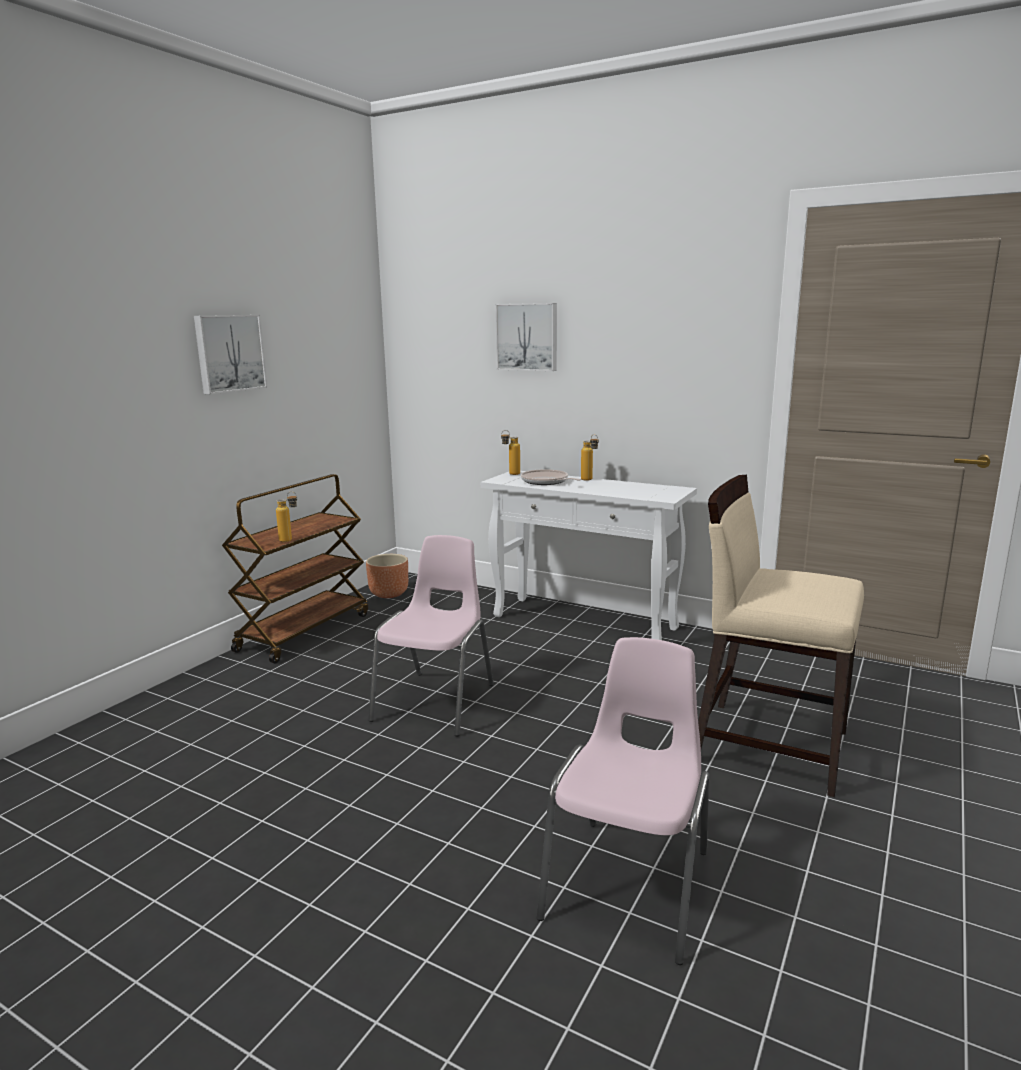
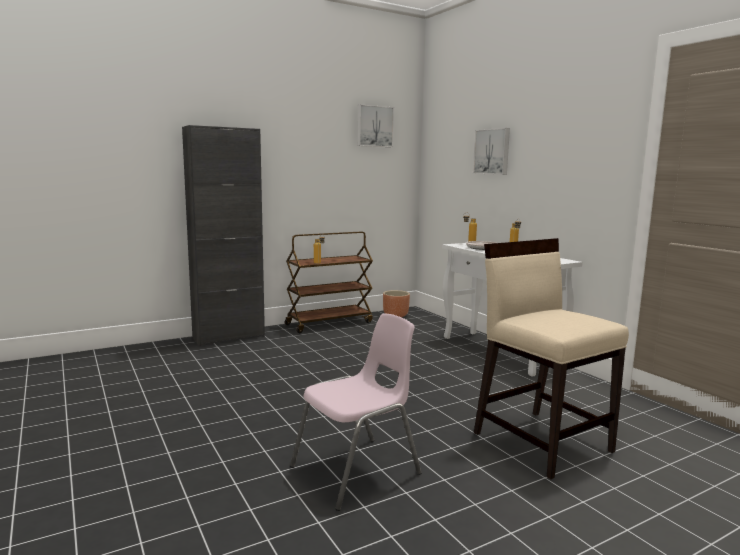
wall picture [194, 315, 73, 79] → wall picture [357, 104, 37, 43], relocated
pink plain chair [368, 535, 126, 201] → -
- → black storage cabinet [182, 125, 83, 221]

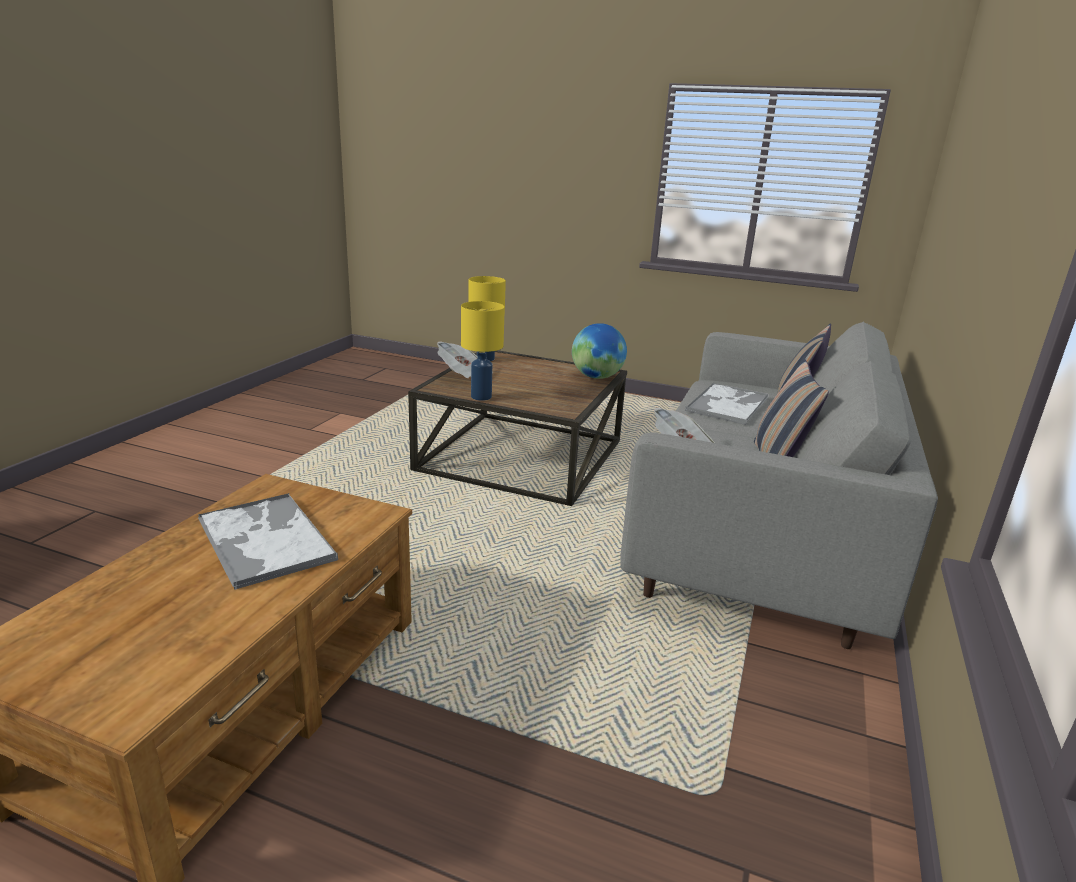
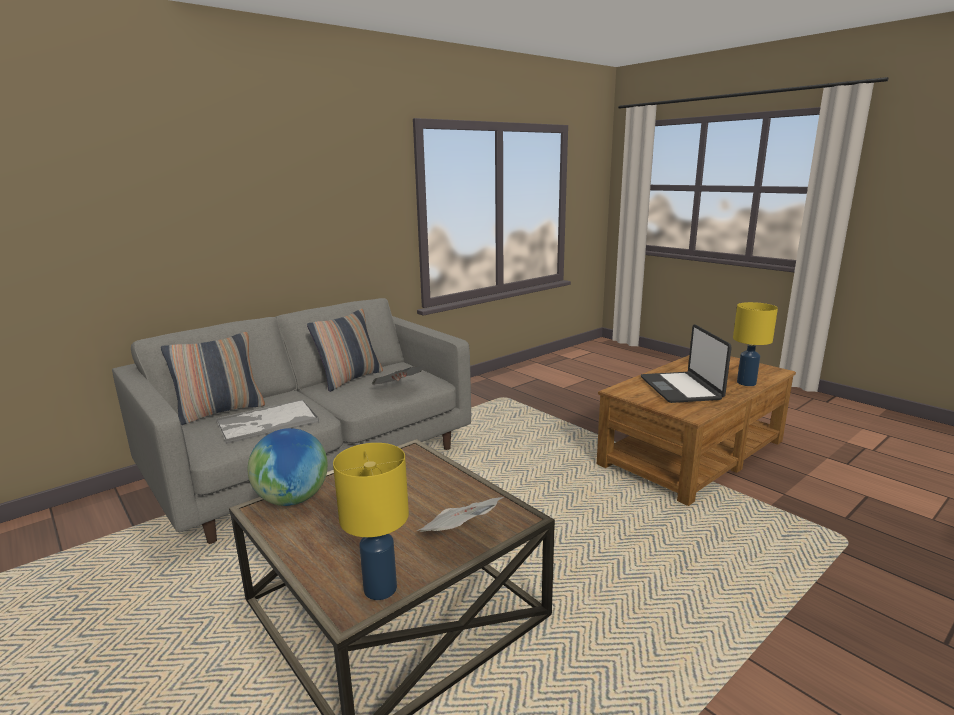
yellow tabletop lamp [461, 301, 44, 100] → yellow tabletop lamp [733, 302, 45, 84], relocated
tray [198, 493, 140, 97] → notebook computer [641, 324, 91, 79]

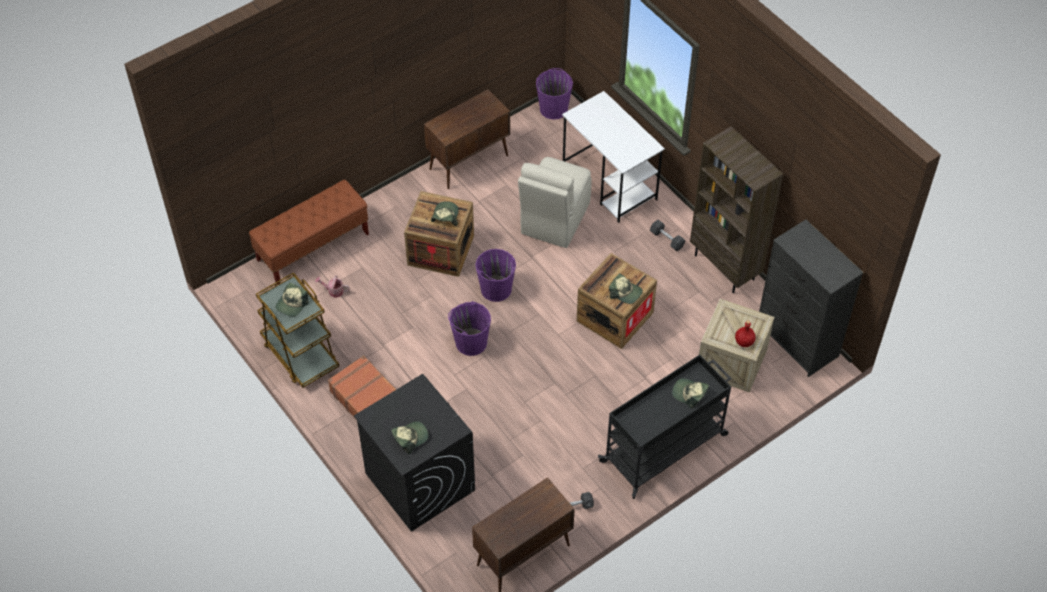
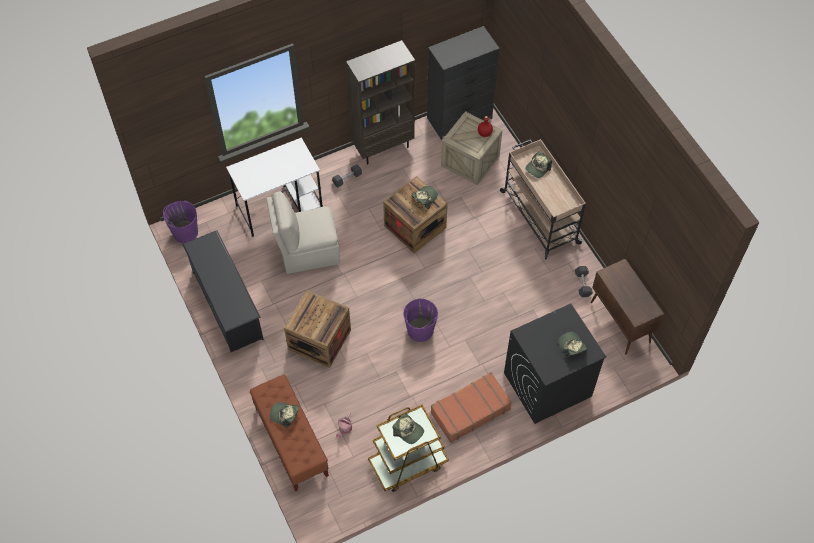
brown-coloured storage cabinet [424, 89, 86, 100] → black shoe rack [182, 230, 82, 122]
beige-coloured plain chair [518, 157, 74, 91] → beige-coloured plain chair [266, 191, 74, 83], 135 degrees clockwise
peaked cap [431, 201, 28, 25] → peaked cap [270, 402, 29, 26], relocated
purple pail [475, 249, 41, 53] → -
black trolley [598, 355, 133, 144] → beige-coloured trolley [500, 139, 86, 120]

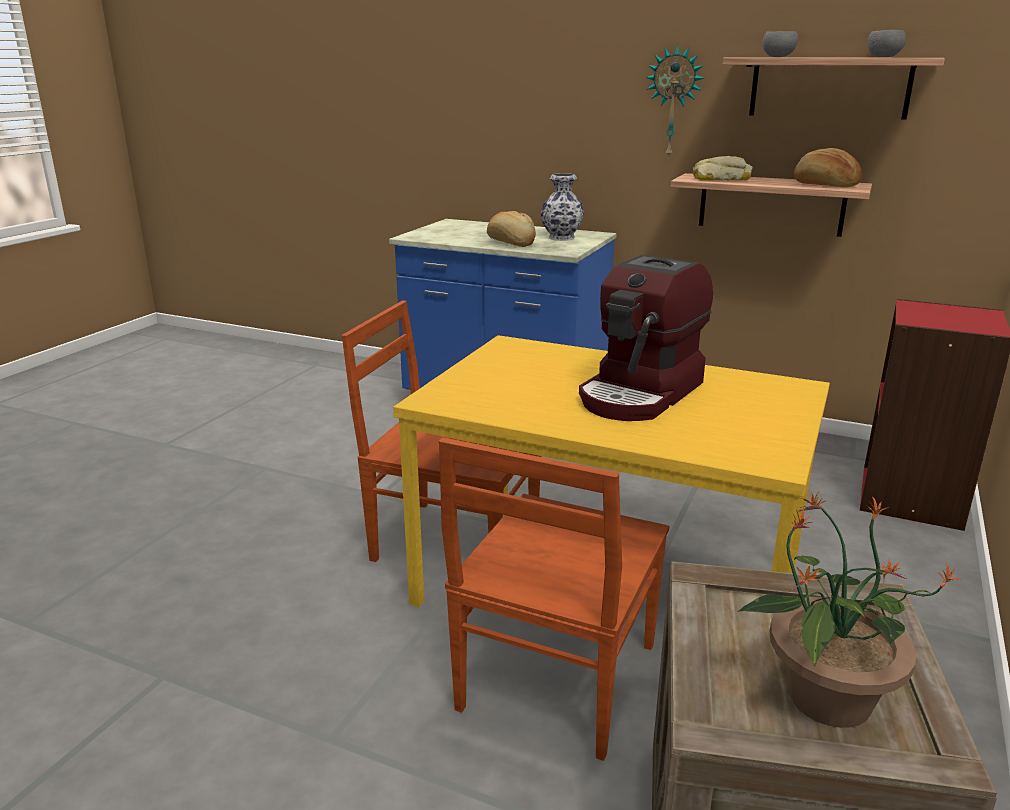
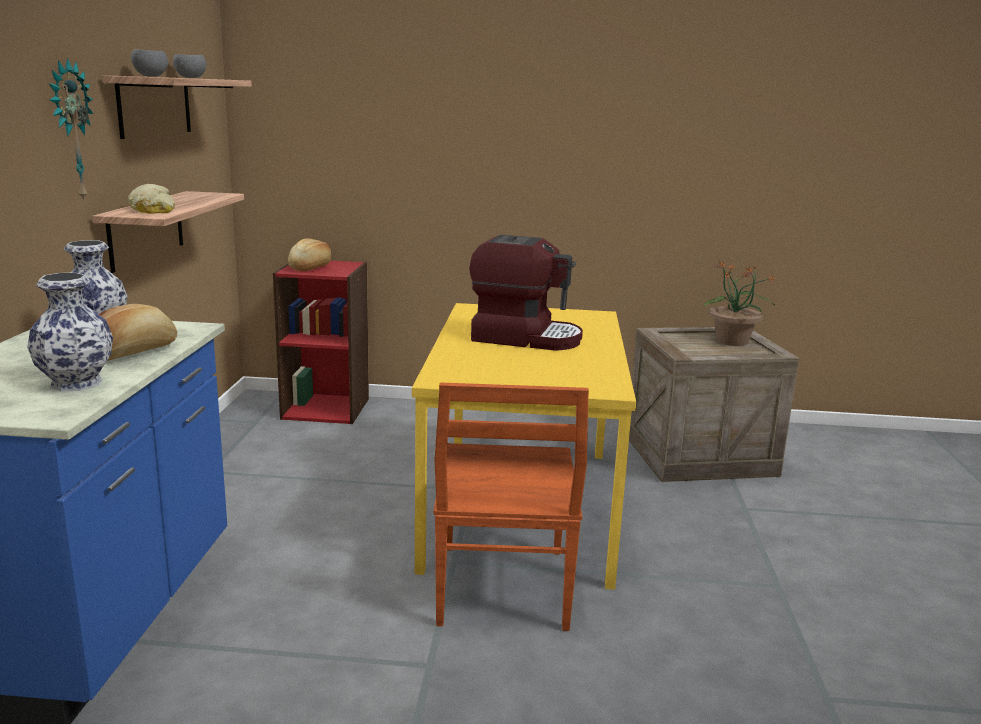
bread [794, 148, 68, 39] → bread [288, 238, 43, 33], relocated
brown-coloured plain chair [439, 438, 231, 323] → -
- → decorative vase [27, 273, 86, 119]

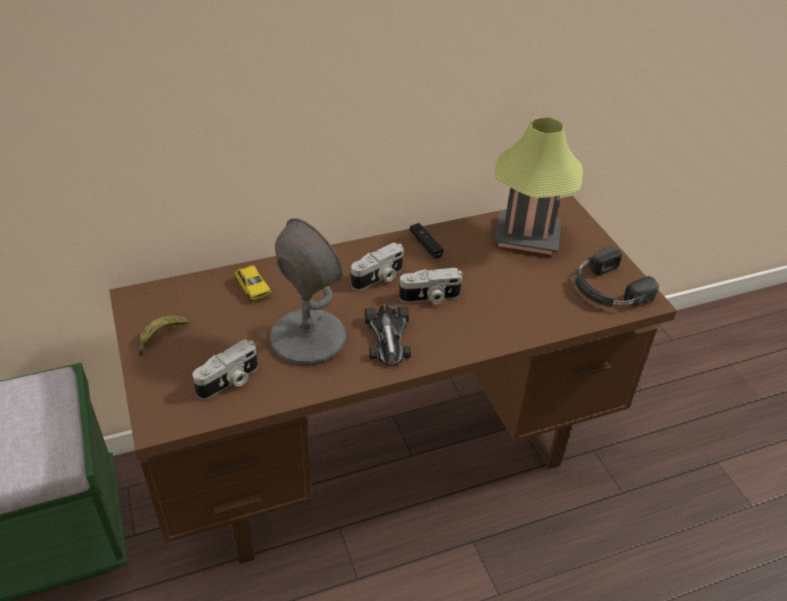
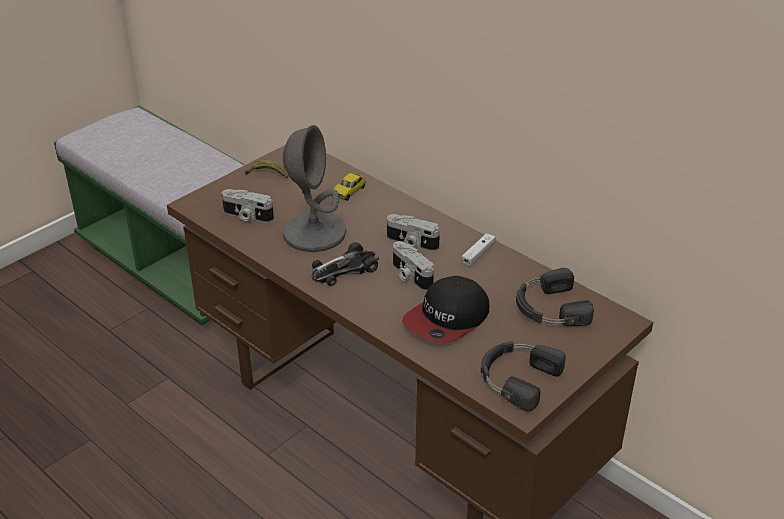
tabletop lamp [494, 117, 89, 138] → black pair of headphones [516, 268, 78, 58]
black game controller [410, 223, 33, 36] → white game controller [462, 233, 34, 33]
- → peaked cap [402, 276, 87, 67]

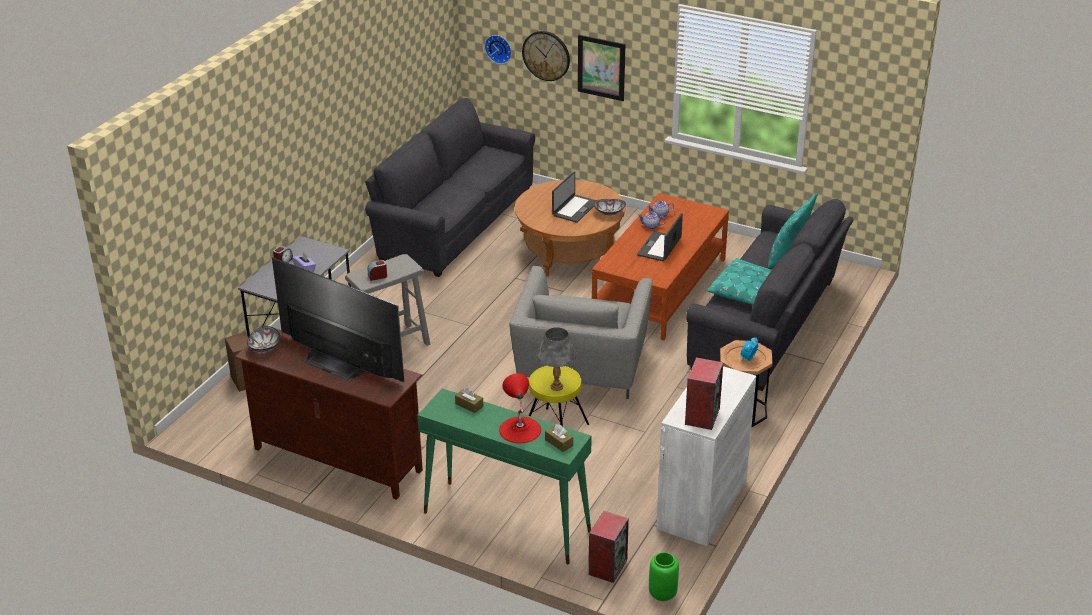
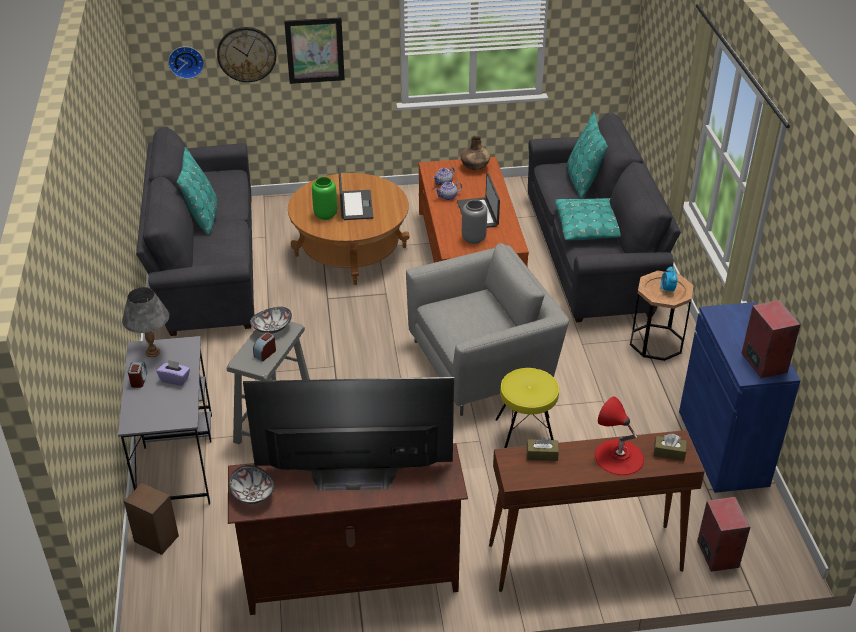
deep dish [593, 199, 33, 17] → deep dish [250, 307, 42, 27], relocated
gray armchair [509, 266, 143, 133] → gray armchair [406, 243, 163, 173], 90 degrees counterclockwise
gray tabletop lamp [536, 327, 41, 64] → gray tabletop lamp [122, 287, 47, 70], relocated
white storage cabinet [656, 366, 100, 180] → blue storage cabinet [679, 302, 122, 191]
green hall table [417, 388, 175, 176] → brown-coloured hall table [489, 430, 216, 162]
green decorative vase [649, 552, 30, 49] → green decorative vase [312, 177, 25, 43], relocated
- → brown-coloured decorative vase [460, 135, 30, 35]
- → turquoise-coloured pillow [177, 147, 40, 88]
- → gray decorative vase [462, 200, 25, 44]

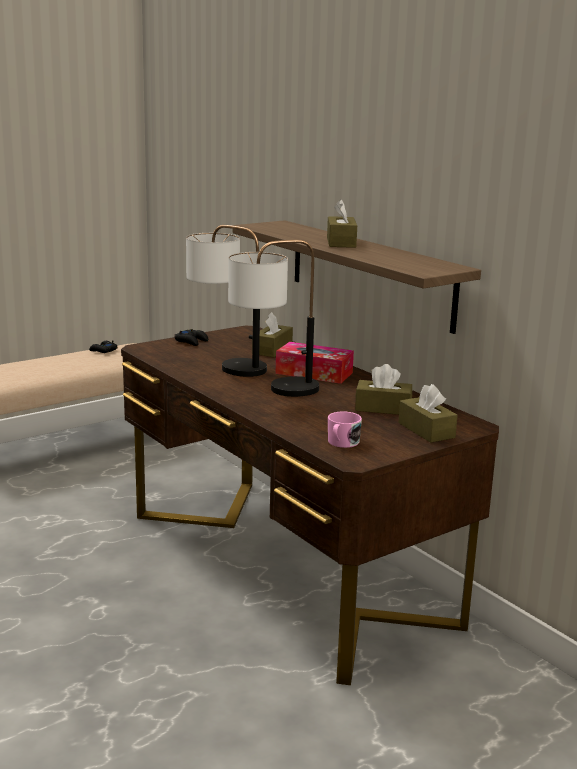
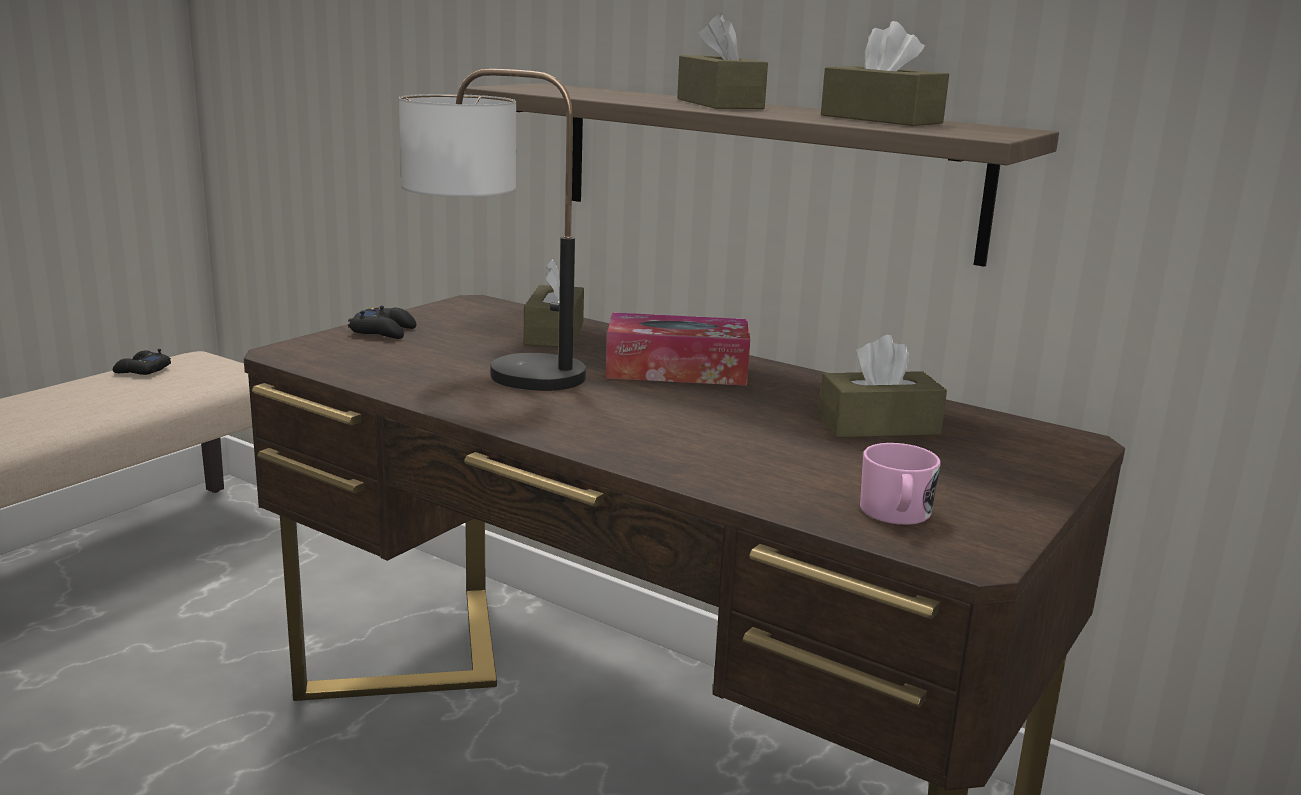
tabletop lamp [228, 240, 91, 157] → -
brown-coloured tissue holder [398, 384, 60, 59] → brown-coloured tissue holder [821, 21, 128, 105], relocated

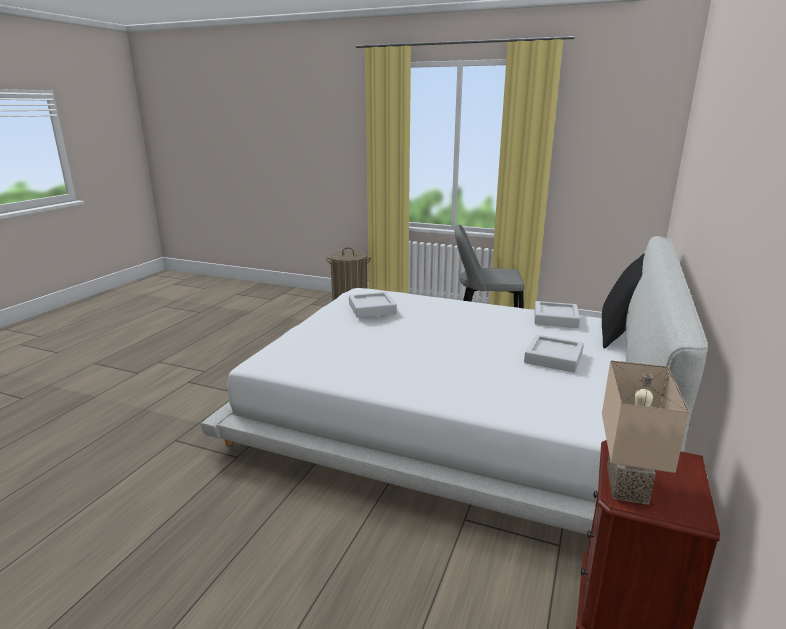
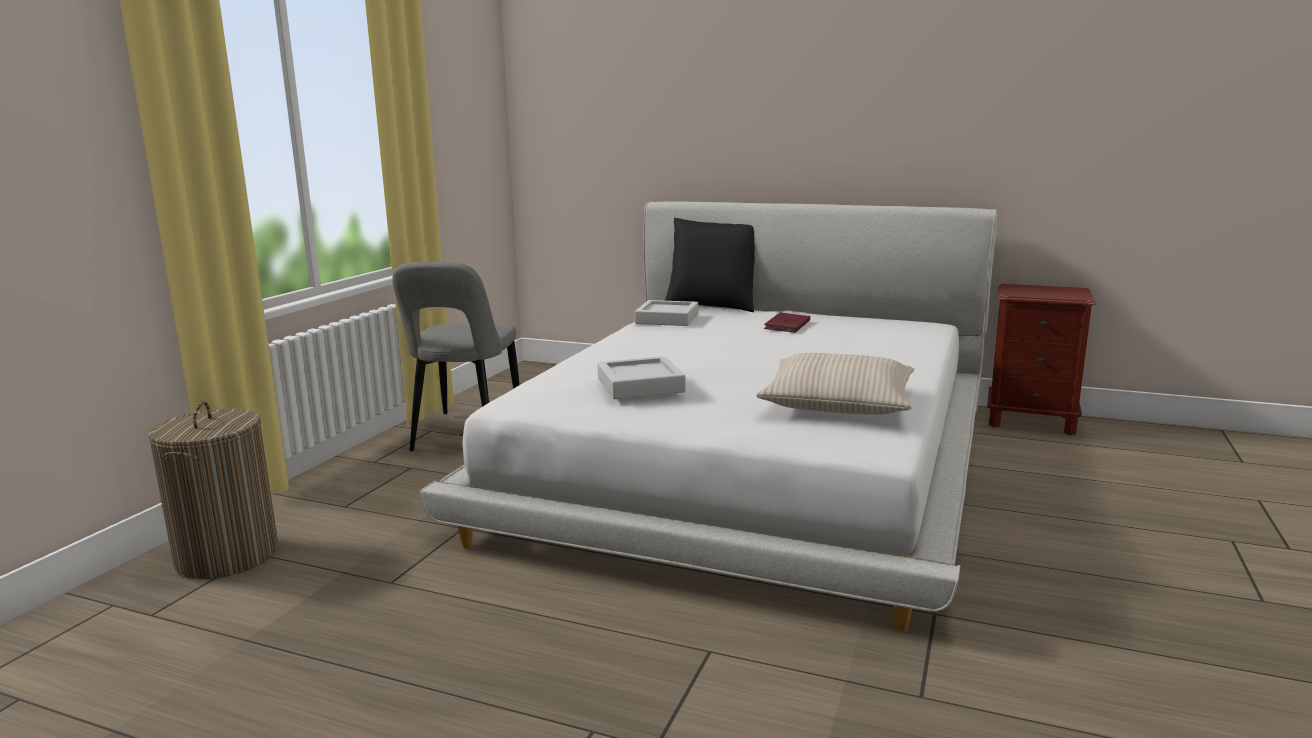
gray tray [524, 334, 60, 39] → red bound book [764, 312, 46, 21]
beige-coloured tabletop lamp [602, 360, 87, 145] → -
- → beige-coloured pillow [756, 353, 158, 62]

